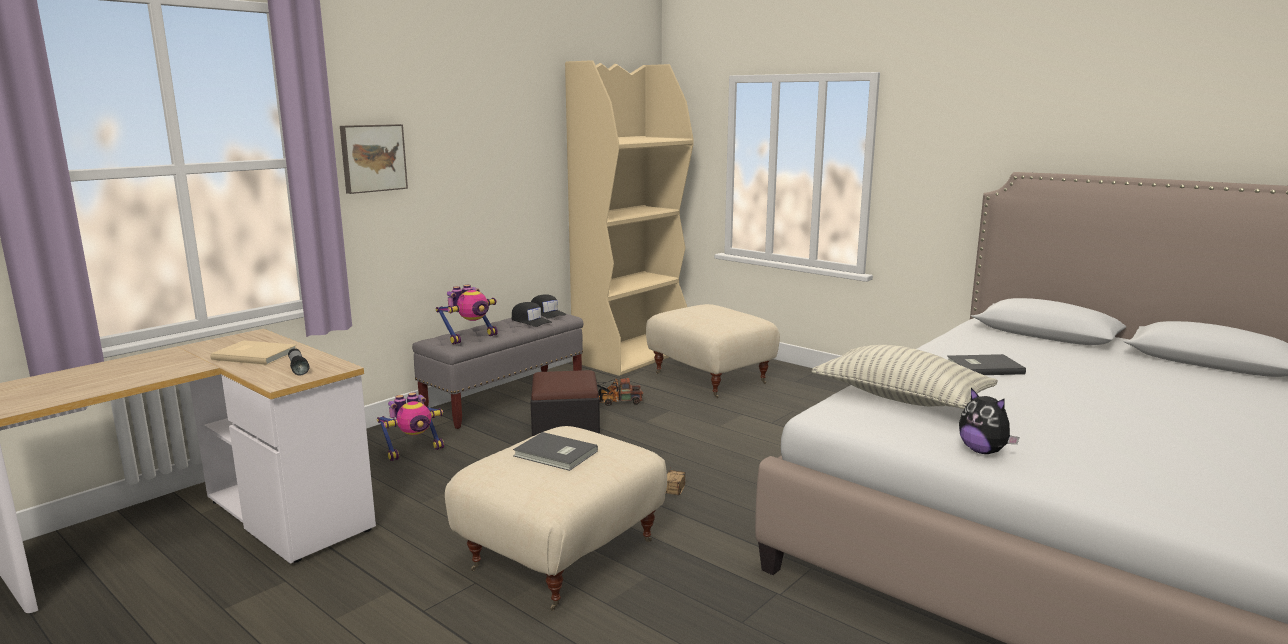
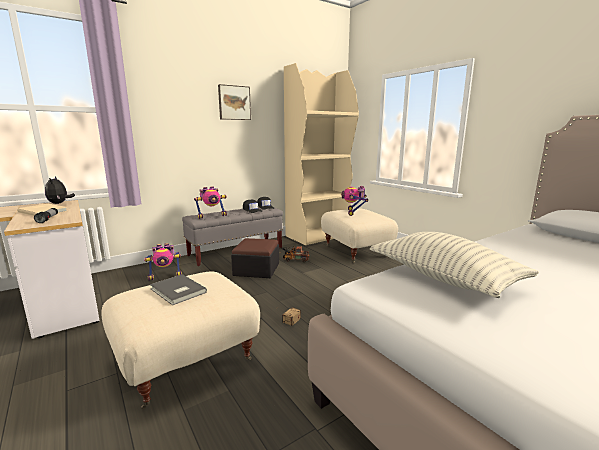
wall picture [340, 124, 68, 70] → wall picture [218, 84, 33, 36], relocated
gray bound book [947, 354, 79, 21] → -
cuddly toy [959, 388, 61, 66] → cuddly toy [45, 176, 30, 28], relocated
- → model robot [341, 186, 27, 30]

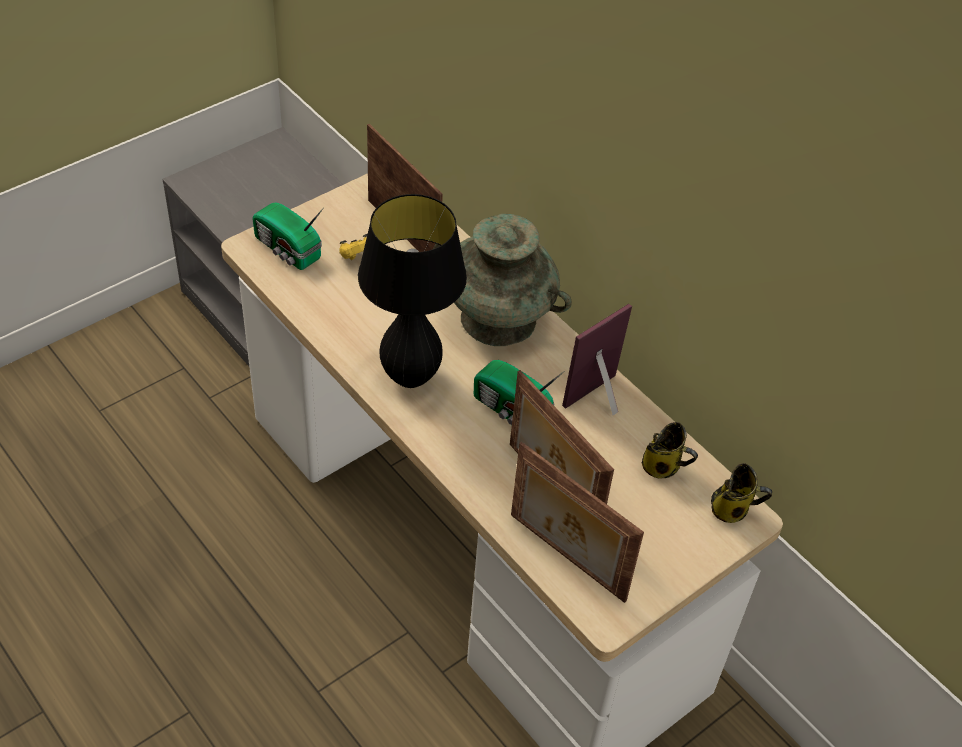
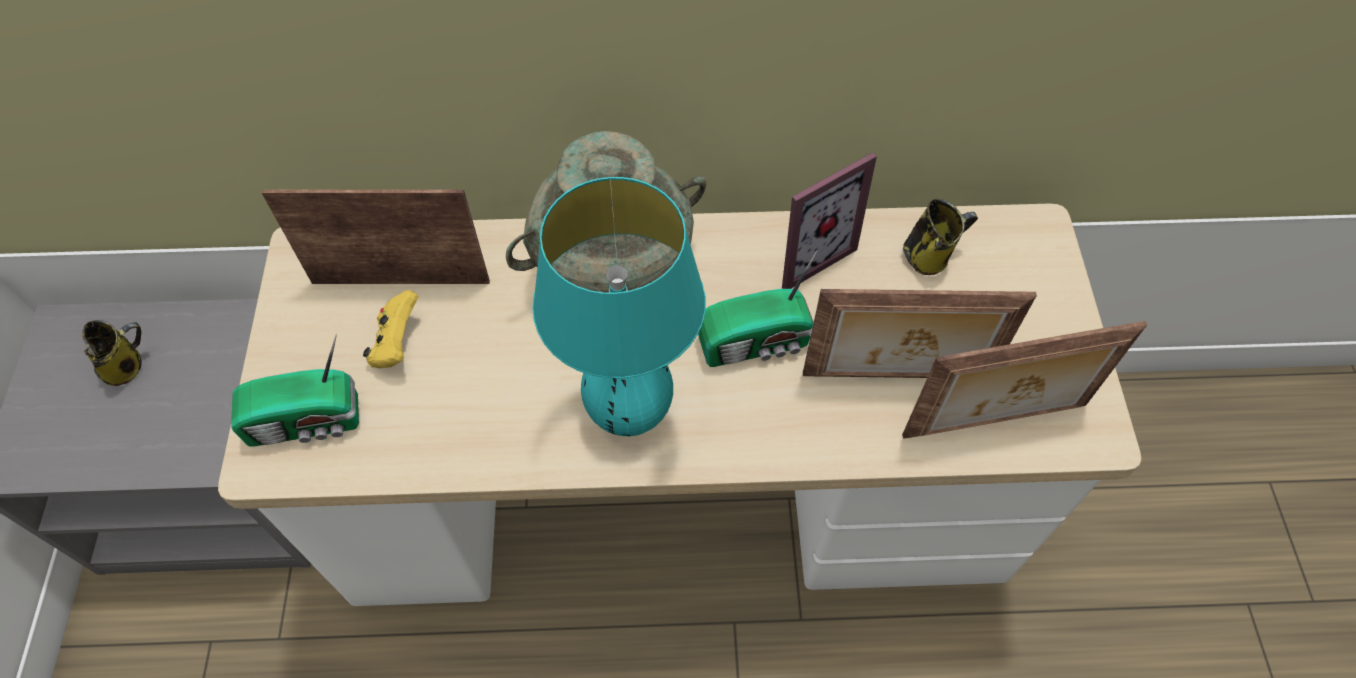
black tabletop lamp [358, 194, 109, 194] → turquoise-coloured tabletop lamp [532, 177, 174, 259]
picture frame [562, 304, 70, 111] → picture frame [782, 152, 95, 137], 120 degrees counterclockwise
coffee mug [711, 463, 61, 60] → coffee mug [82, 320, 60, 66], relocated

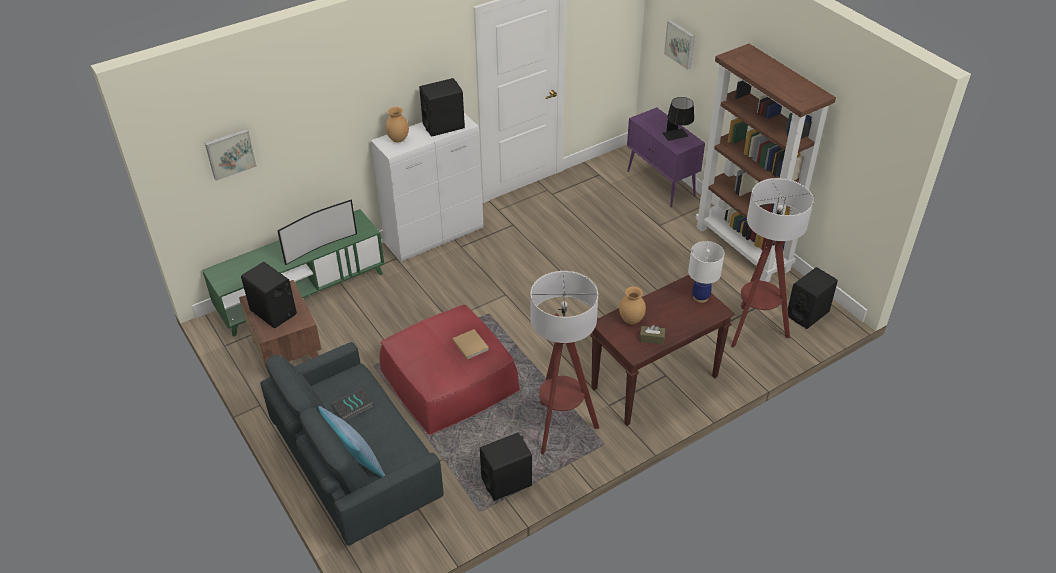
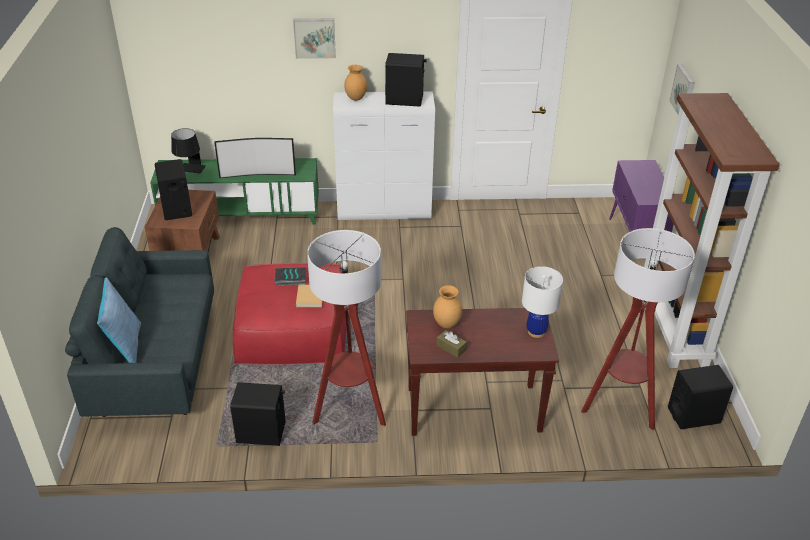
black tabletop lamp [662, 97, 32, 44] → black tabletop lamp [171, 128, 35, 46], relocated
wall picture [205, 129, 52, 52] → wall picture [293, 18, 43, 41], relocated
bound book [333, 389, 40, 32] → bound book [274, 267, 32, 19], relocated

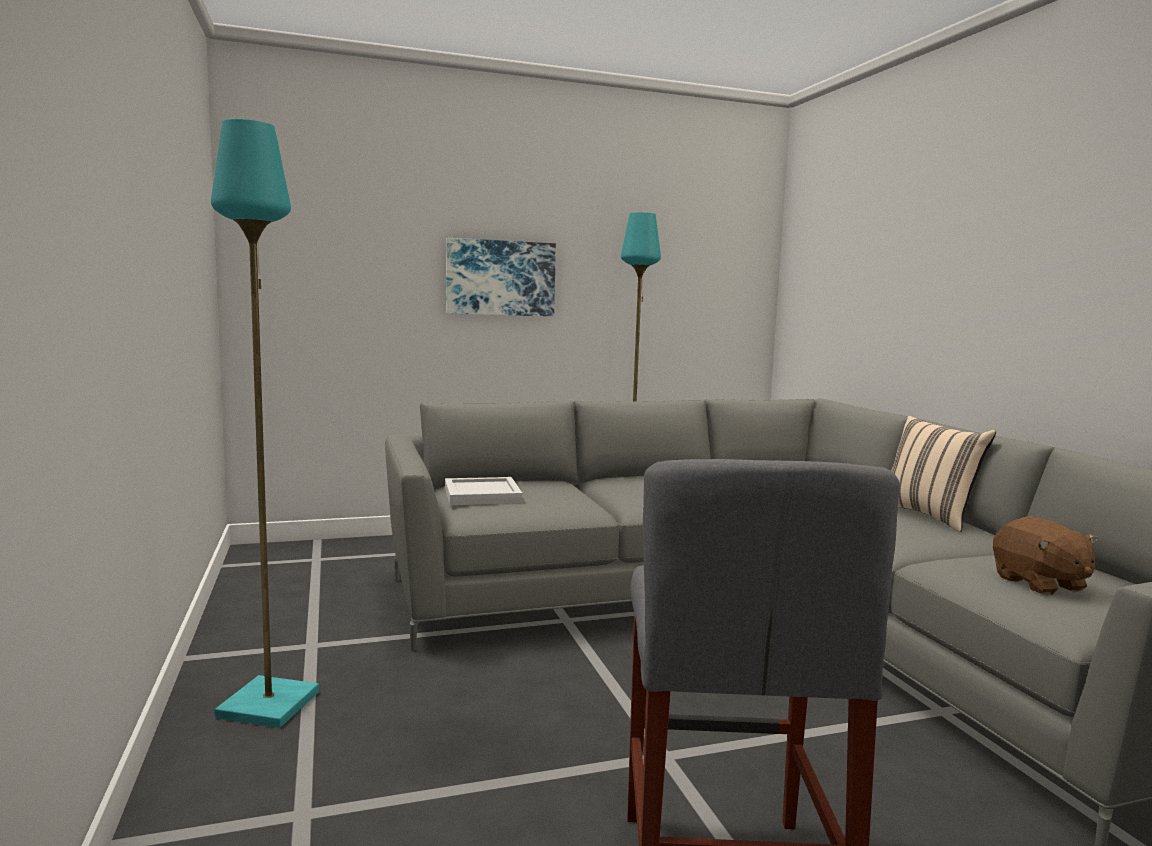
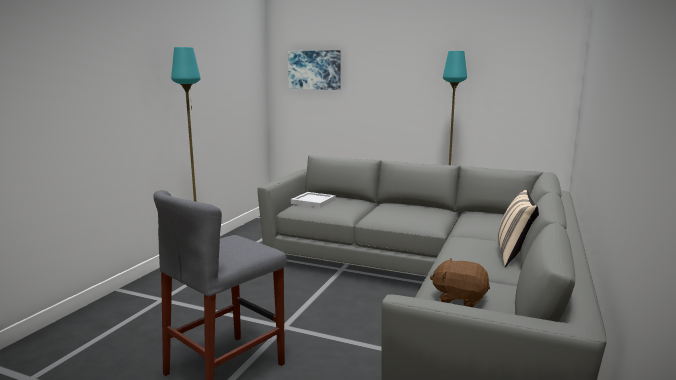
wall picture [446, 238, 110, 78] → wall picture [288, 50, 53, 40], relocated
brown-coloured cuddly toy [993, 516, 105, 79] → brown-coloured cuddly toy [430, 258, 60, 49], 90 degrees clockwise

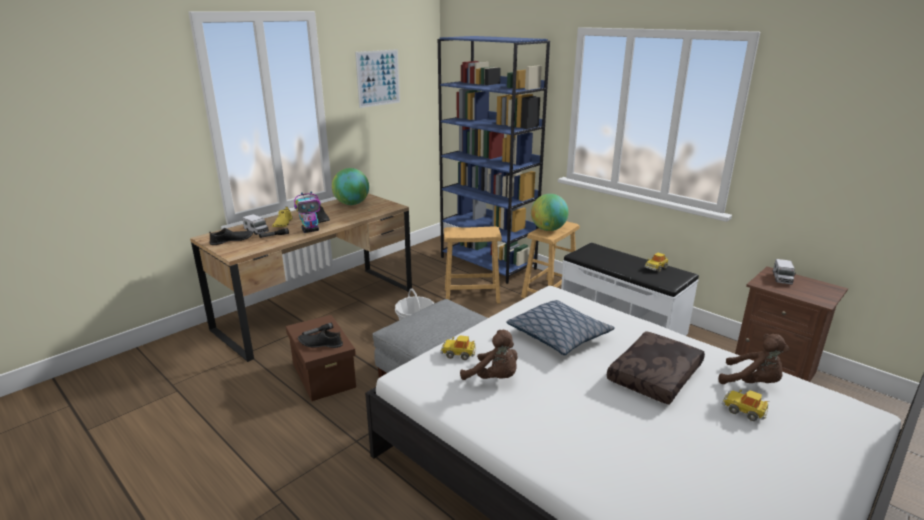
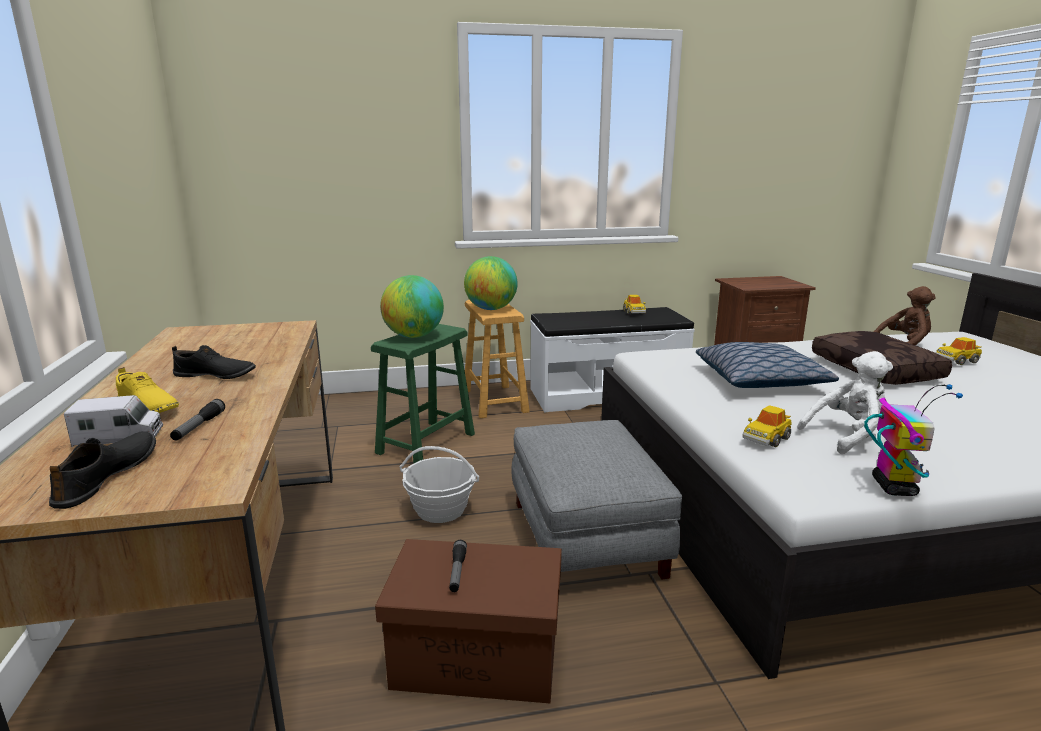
blue bookshelf [438, 36, 112, 248] → -
wall picture [355, 49, 45, 59] → -
world globe [332, 168, 37, 37] → world globe [380, 275, 64, 63], relocated
model robot [294, 192, 27, 41] → model robot [864, 384, 99, 112], relocated
brown-coloured sitting stool [444, 226, 58, 78] → green sitting stool [371, 324, 104, 139]
toy truck [773, 259, 23, 26] → -
black item of footwear [298, 329, 45, 19] → -
brown-coloured cuddly toy [460, 330, 58, 50] → white cuddly toy [797, 351, 96, 103]

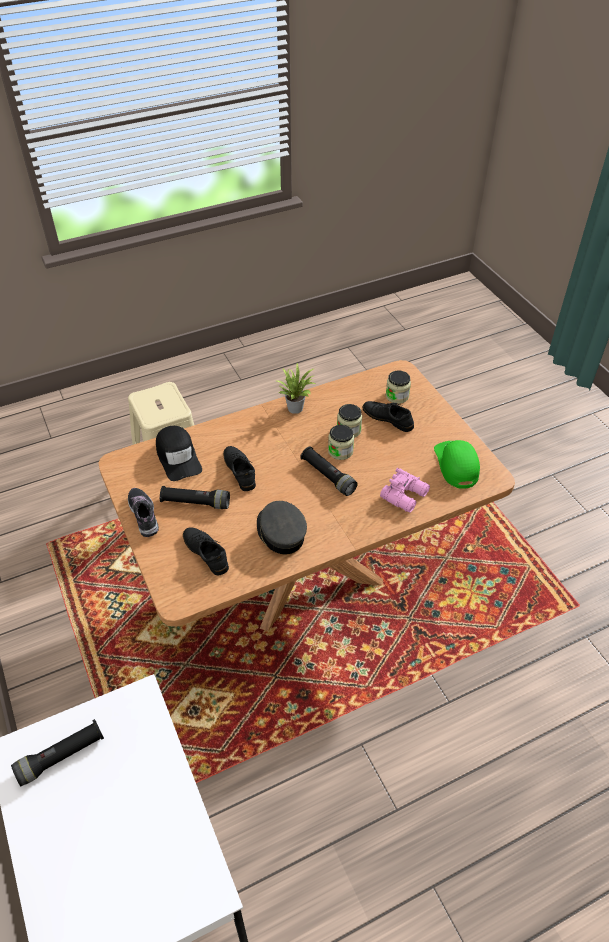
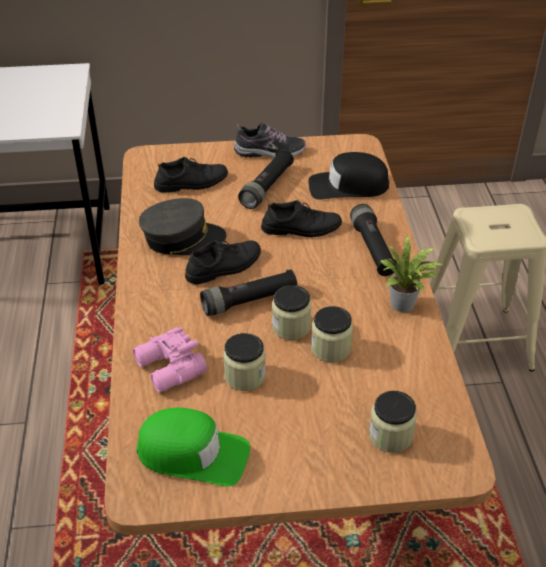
black item of footwear [363, 401, 51, 31] → black item of footwear [185, 240, 76, 44], relocated
black torch [11, 719, 93, 67] → black torch [350, 204, 48, 72], relocated
- → jar [223, 333, 43, 58]

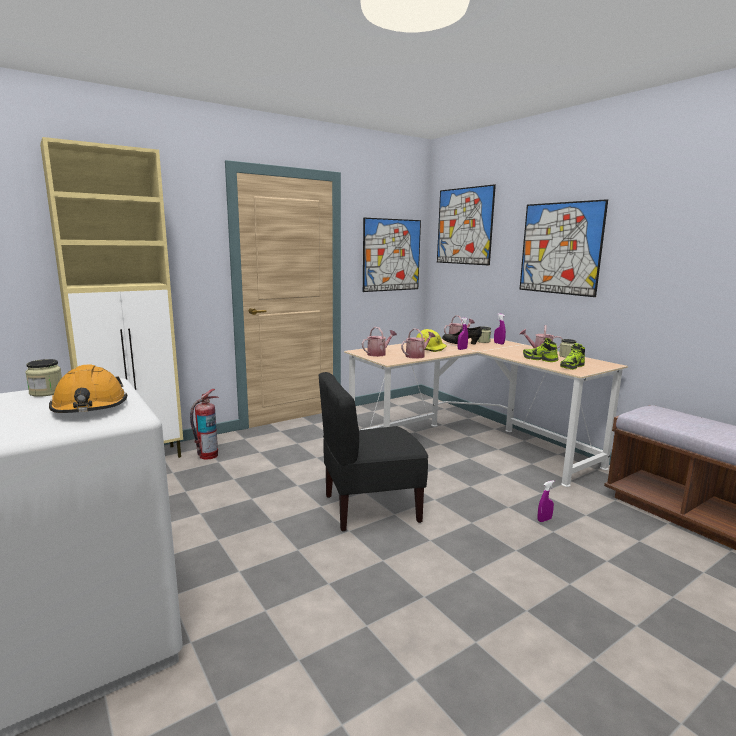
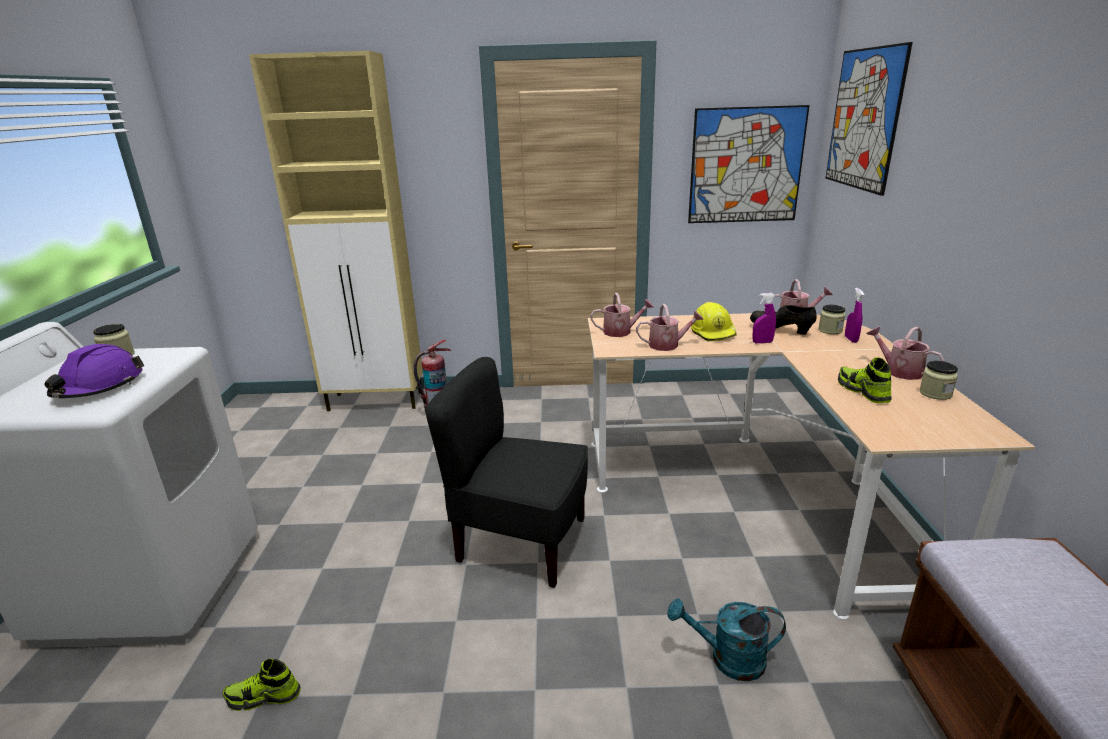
wall picture [519, 199, 89, 98] → -
item of footwear [560, 343, 25, 27] → item of footwear [222, 659, 79, 52], relocated
orangey hard hat [49, 364, 78, 49] → purple hard hat [44, 344, 100, 54]
purple sprayer [538, 480, 17, 42] → turquoise-coloured sprinkling can [667, 598, 119, 83]

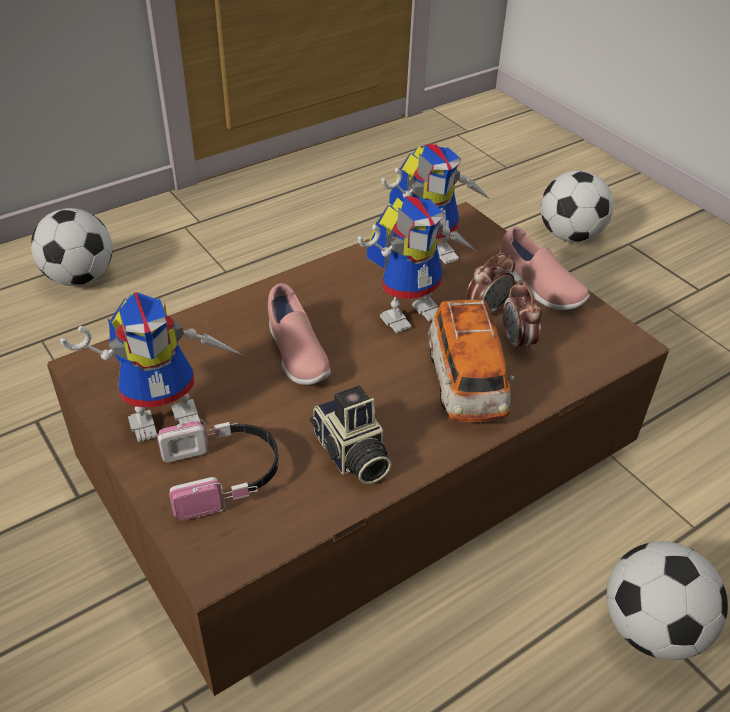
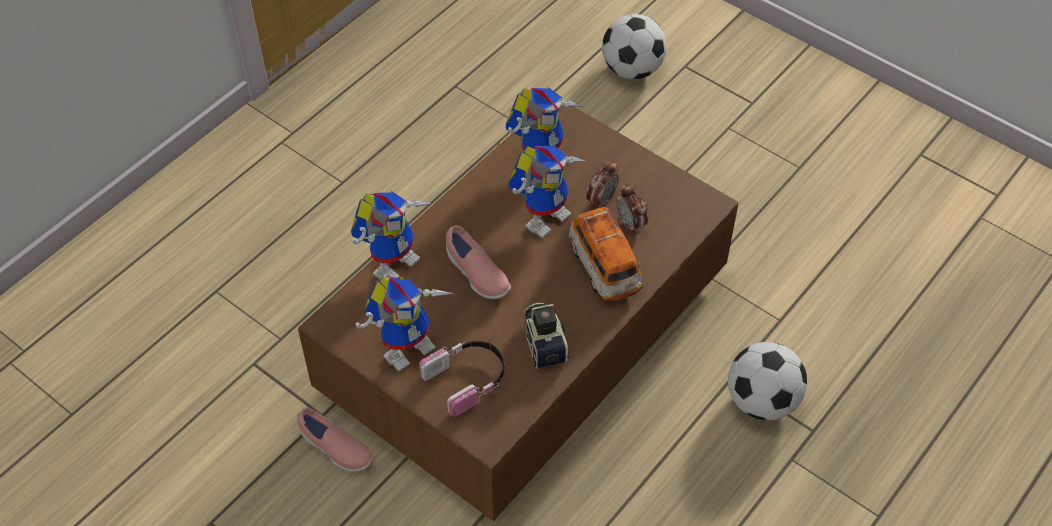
football ball [31, 208, 81, 78] → -
pink item of footwear [498, 227, 92, 83] → pink item of footwear [297, 408, 76, 64], relocated
photo camera [310, 385, 82, 99] → photo camera [525, 303, 45, 66], 150 degrees counterclockwise
- → model robot [351, 191, 80, 88]

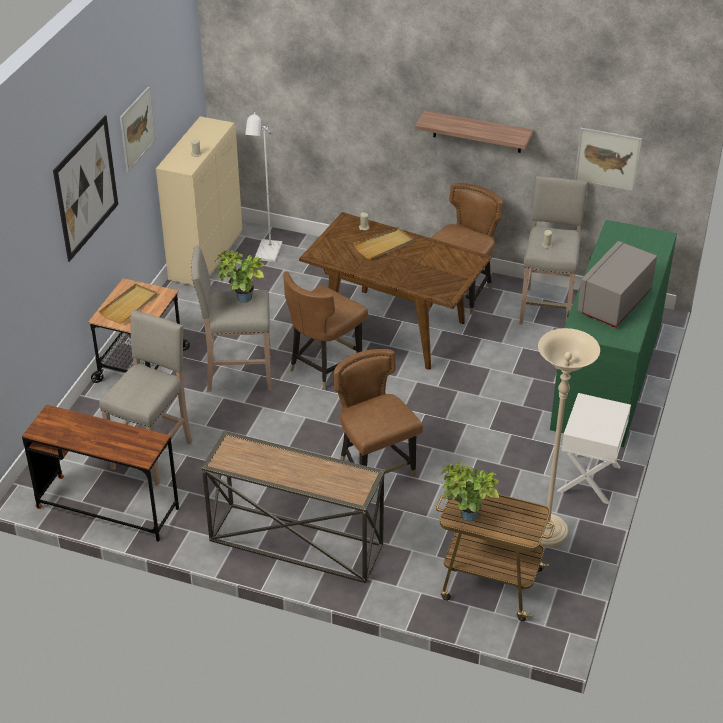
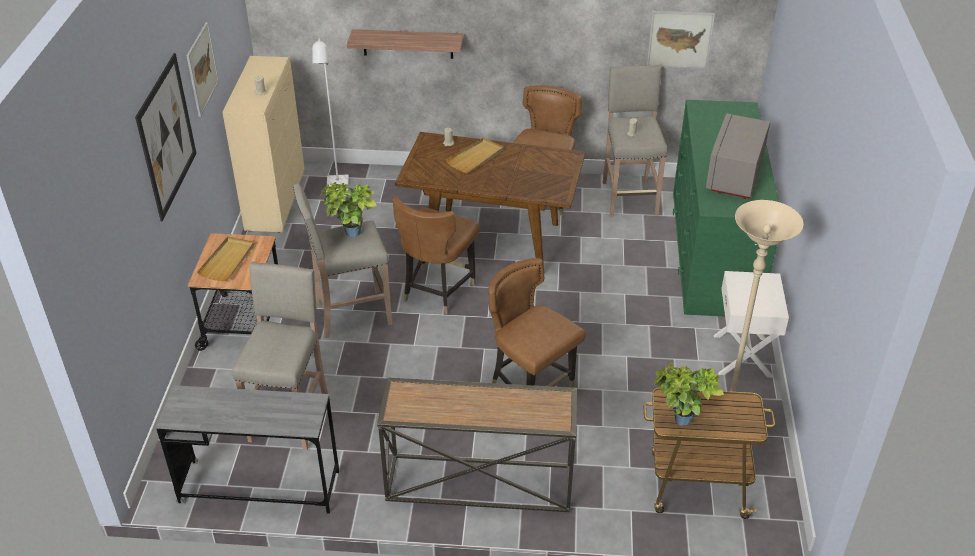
wall shelf [415, 110, 118, 43] → wall shelf [347, 29, 116, 30], relocated
brown-coloured desk table [22, 404, 157, 138] → gray desk table [156, 385, 183, 129]

